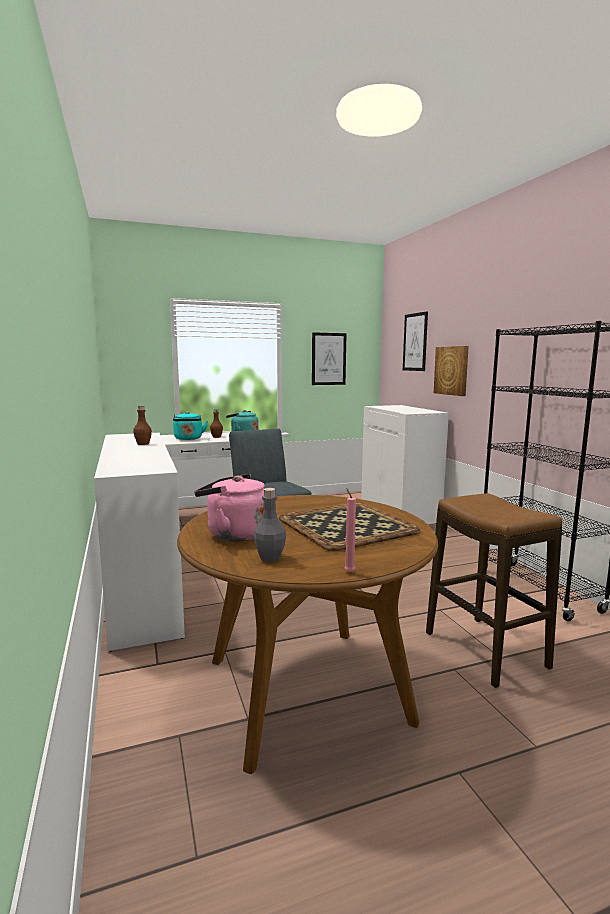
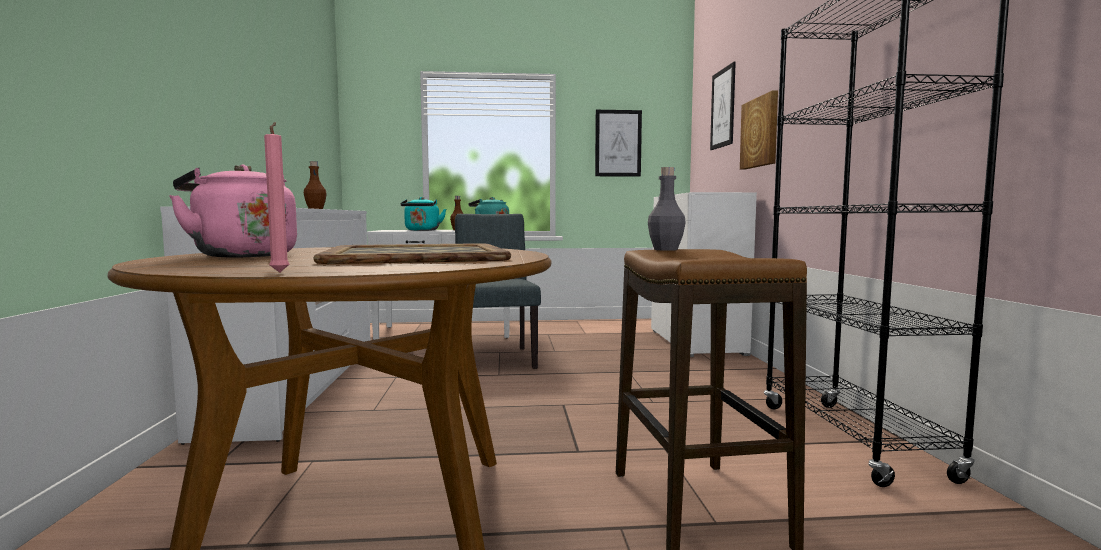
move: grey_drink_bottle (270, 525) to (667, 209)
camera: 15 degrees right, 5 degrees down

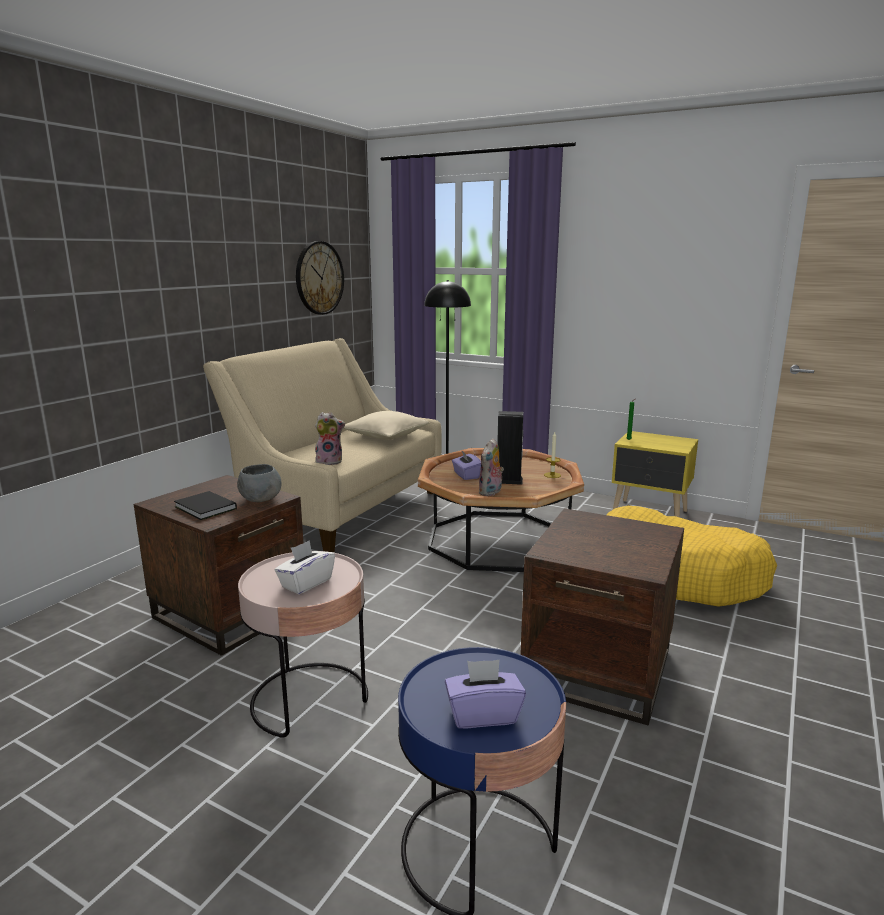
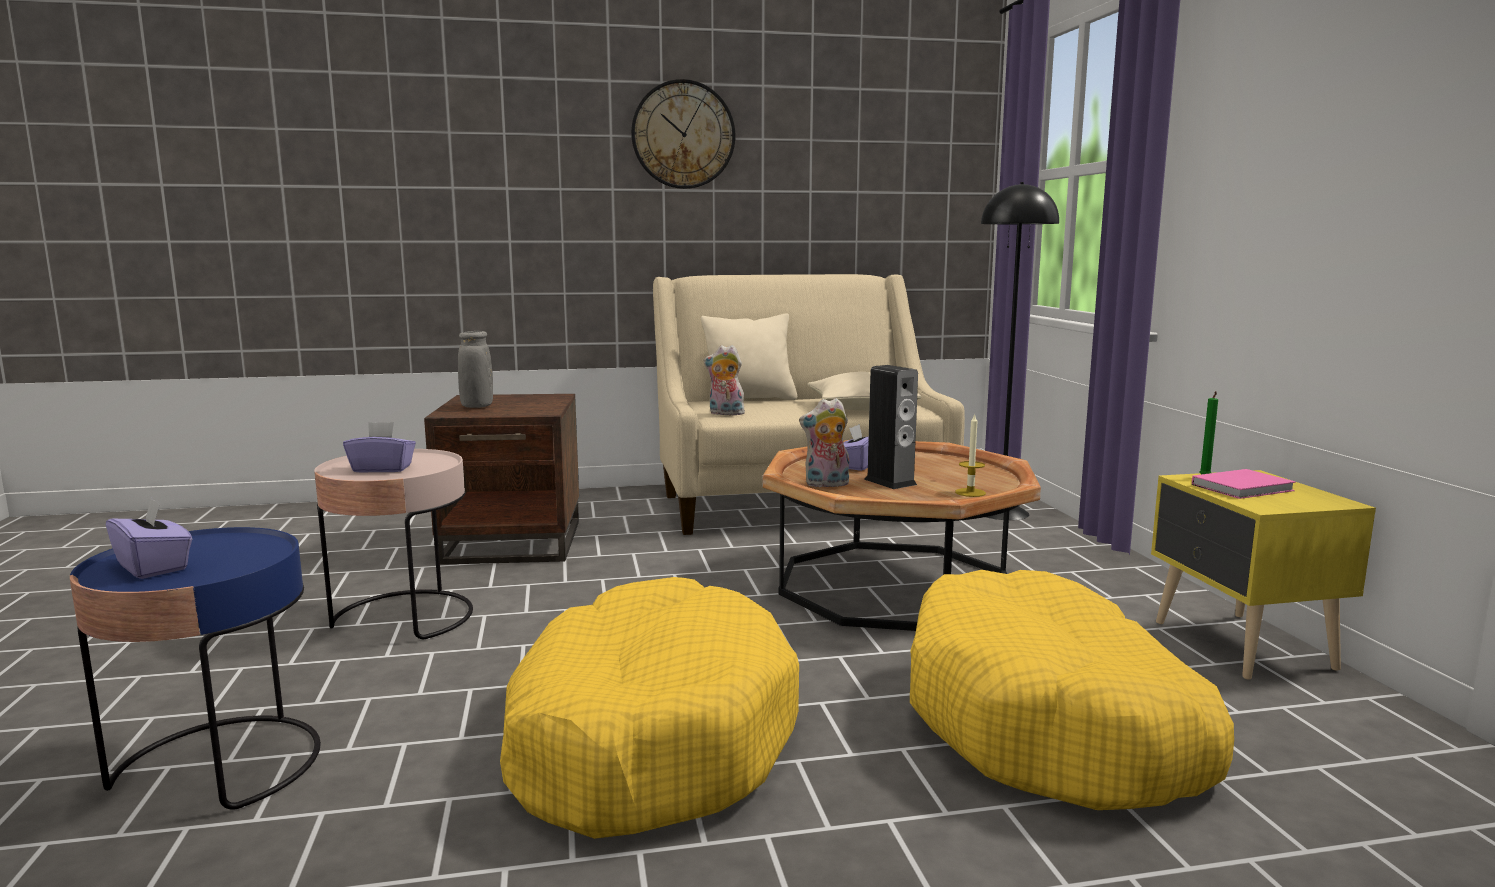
delete: grey_serving_bowl (259, 483)
insert: beige-coloured_pillow (749, 356); pink-coloured_volume (1244, 484)
move: wall_clock (320, 278) to (683, 134)
replace: blackish_volume (205, 505) to grey_vase (475, 369); brown-coloured_accent_table (602, 616) to yellow-coloured_dog_cushion (649, 708)
recolor: white-coloured_tissue_holder (305, 567) to purplish_tissue_holder (379, 447)
rotate: plush_toy (330, 438) = (725, 380) 150 degrees clockwise
camera: 50 degrees right, 5 degrees down

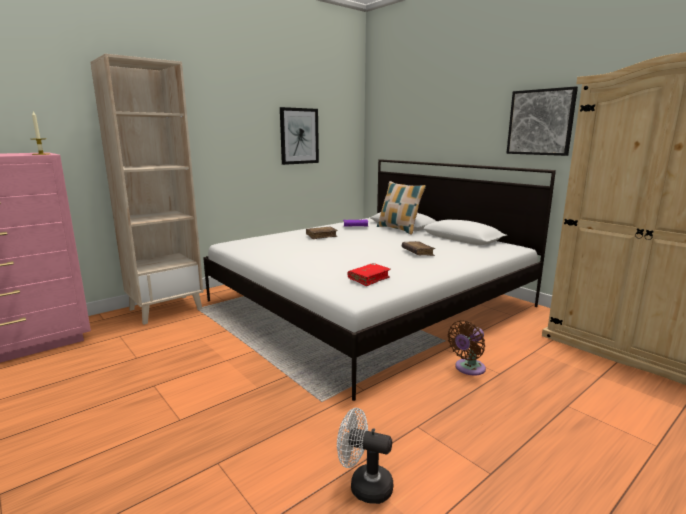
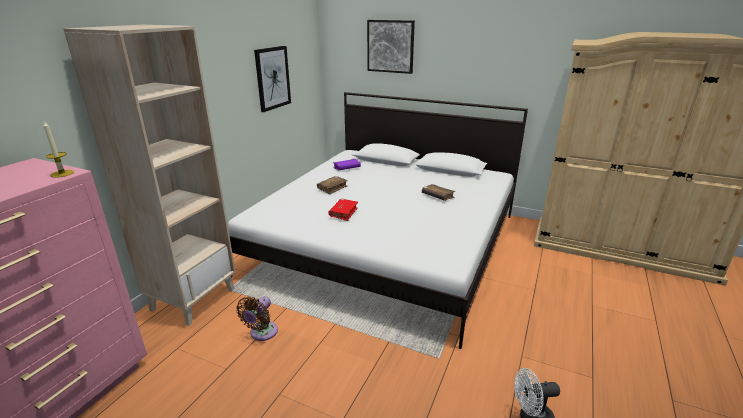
delete: pillow (401, 208)
move: red_volume (369, 274) to (343, 210); brown-coloured_cooling_fan (466, 348) to (257, 318); wall_picture (542, 121) to (391, 47)
camera: 25 degrees left, 10 degrees up

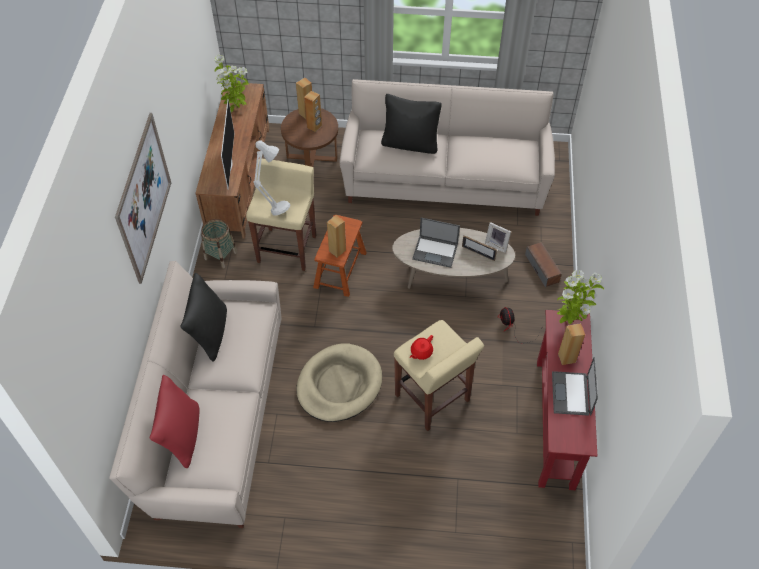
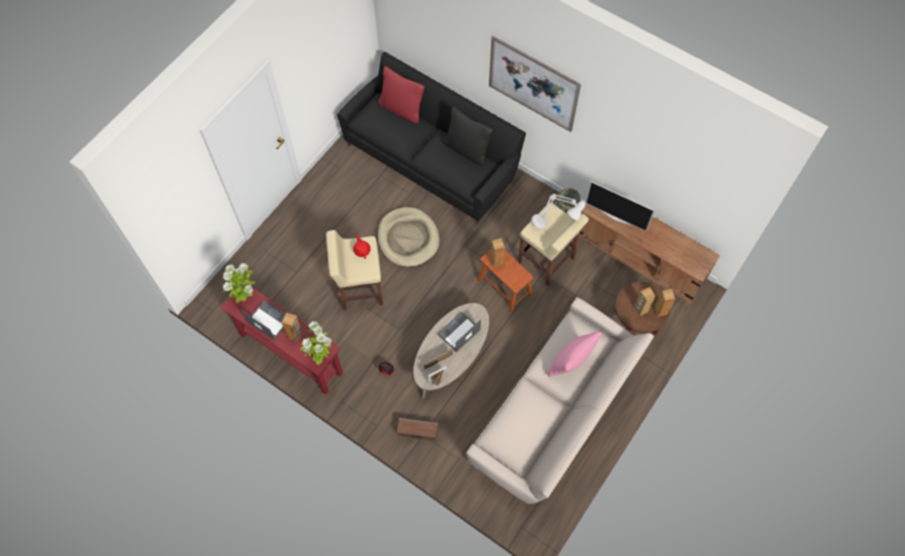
move: plant_in_a_pot (231, 84) to (239, 283)
recolor: beige-coloured_sofa (195, 394) to blackish_sofa (431, 138); blackish_pillow (411, 124) to pink-coloured_pillow (574, 354)
camera: 120 degrees right, 10 degrees up

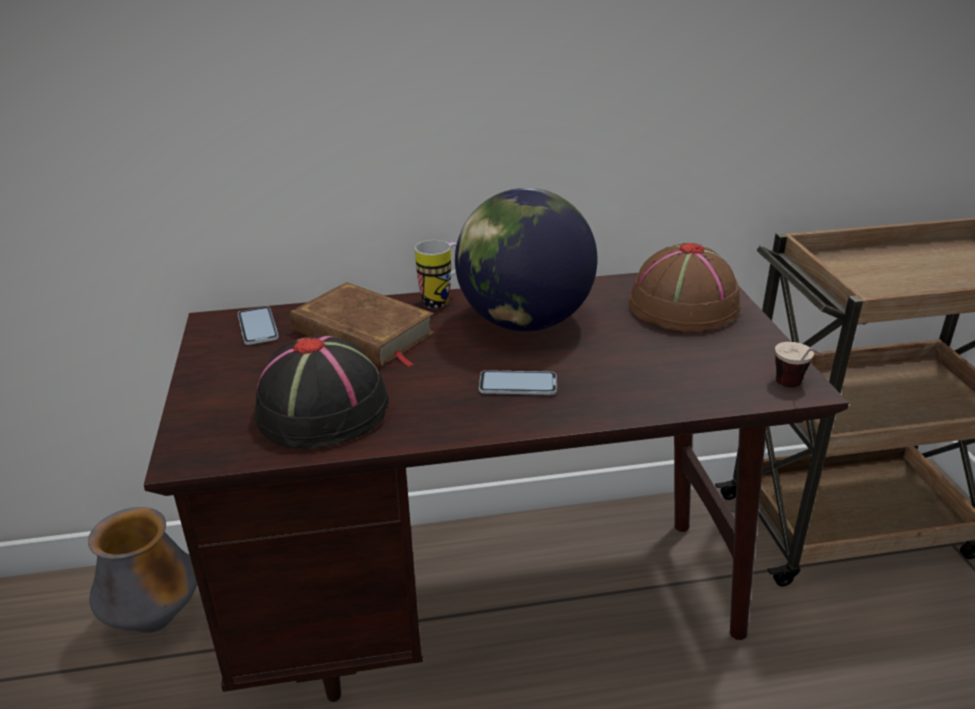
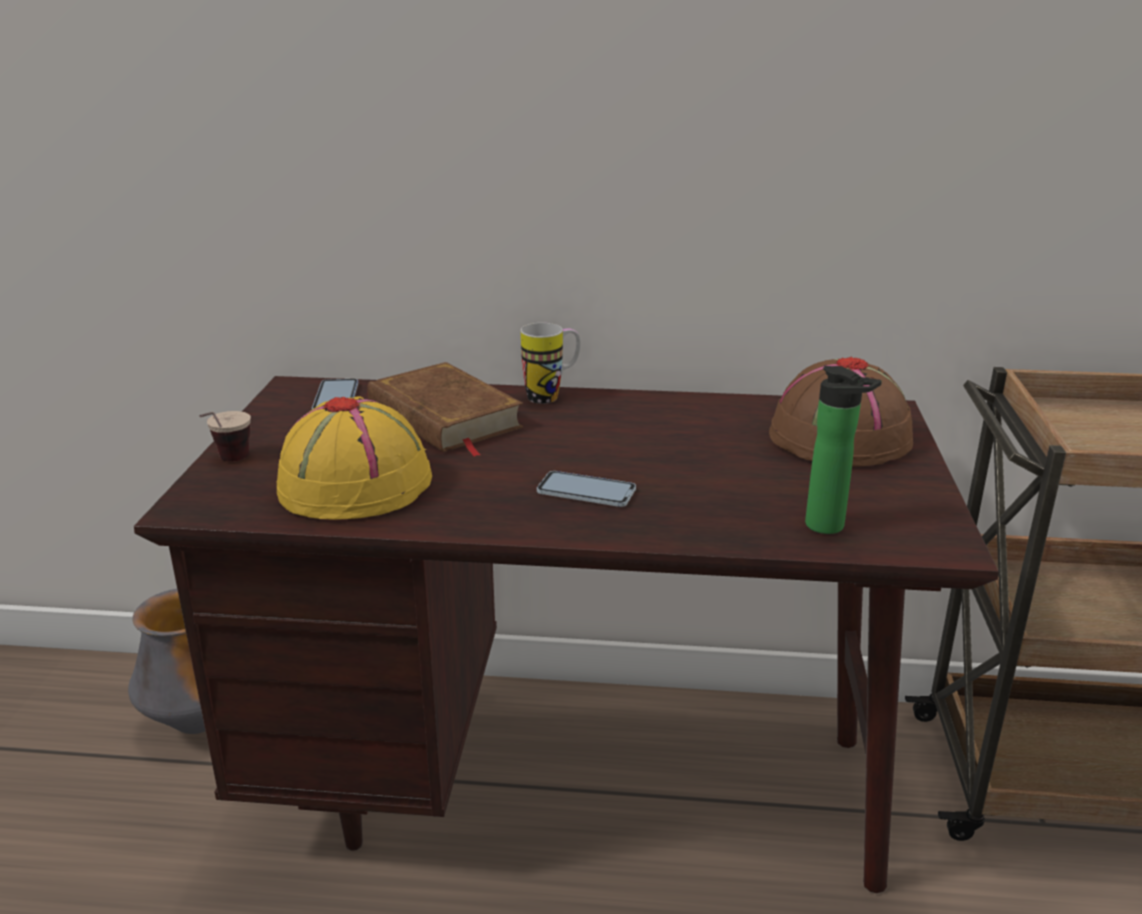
delete: globe (526, 259)
insert: drink_bottle (843, 450)
move: small_cup (799, 365) to (225, 436)
recolor: blackish_wearable_hat (322, 391) to yellow-coloured_wearable_hat (354, 458)
camera: 15 degrees right, 5 degrees down

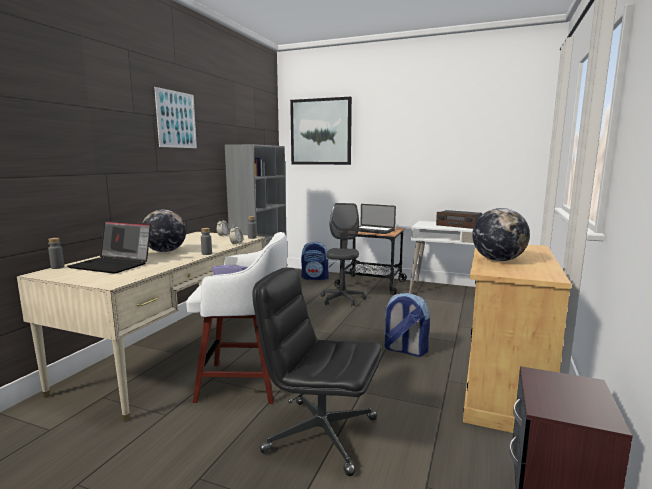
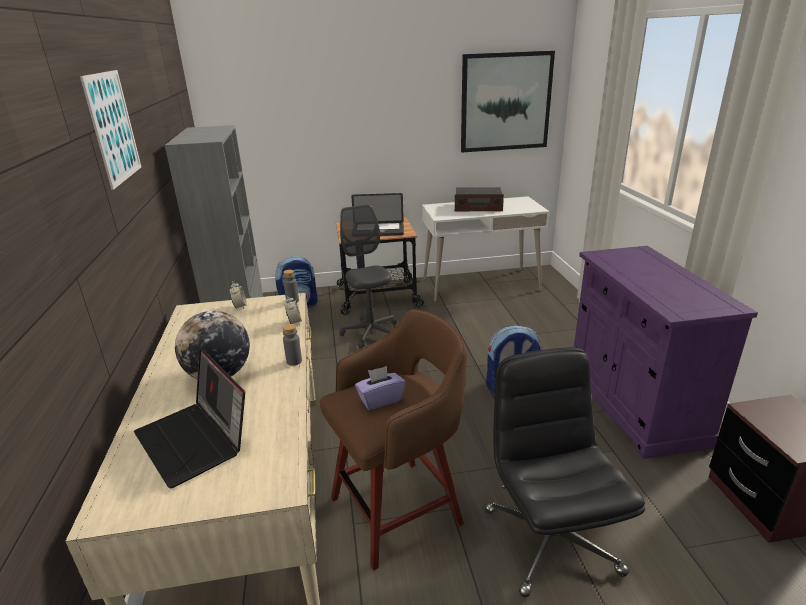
delete: grey_drink_bottle (56, 253); globe (501, 234)
move: wall_picture (321, 131) to (508, 101)
recolor: white-coloured_stool (236, 318) to brown-coloured_stool (393, 439); beige-coloured_cupboard (517, 339) to purplish_cupboard (666, 352)
rotate: portable_computer (109, 247) = (189, 418) 60 degrees clockwise; blackish_office_chair (317, 372) = (564, 472) 90 degrees clockwise
camera: 30 degrees left, 15 degrees up

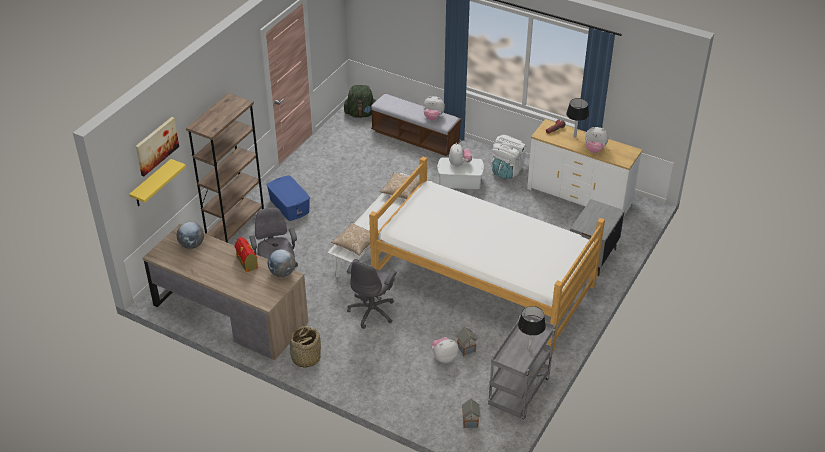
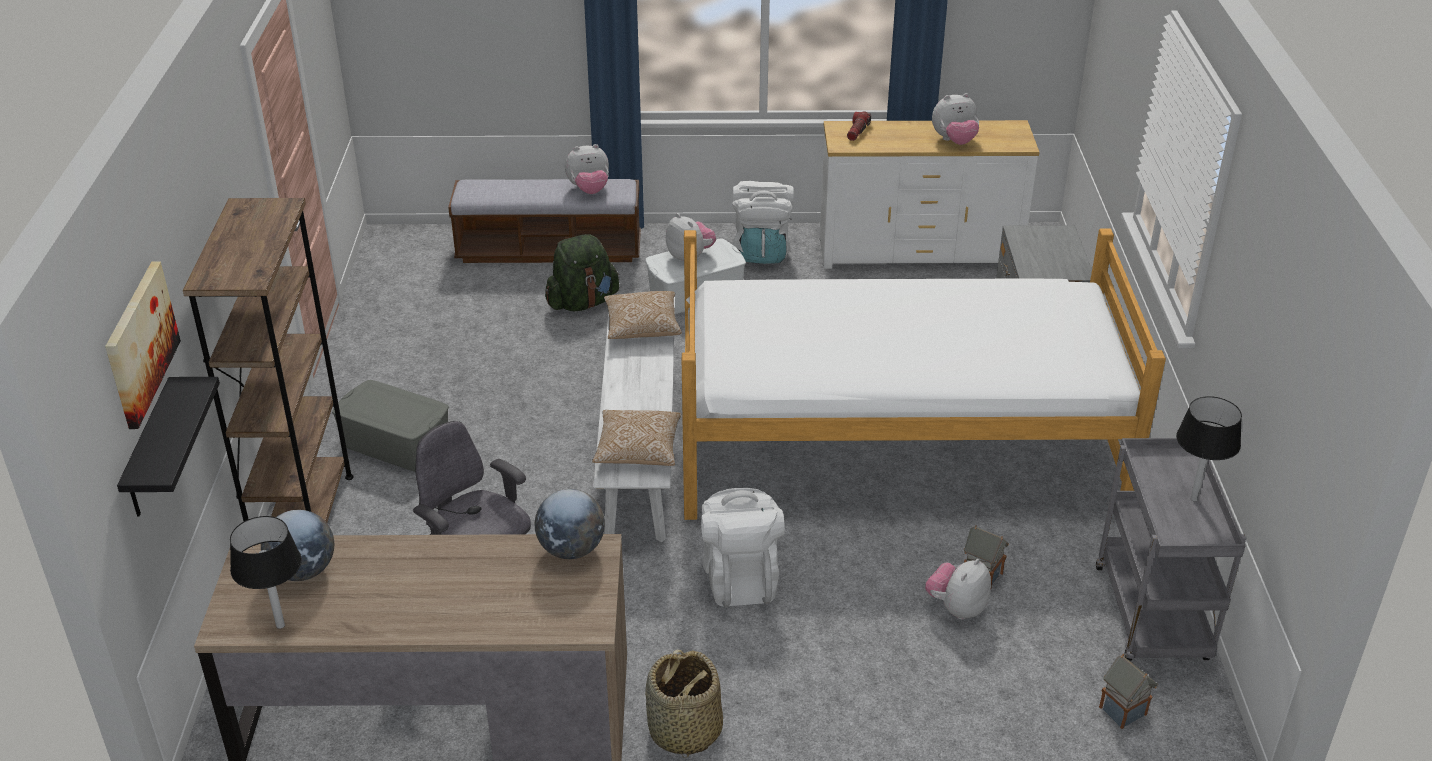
delete: toy_house (246, 254)
move: green-coloured_knapsack (360, 101) to (582, 272); blackish_tabletop_lamp (577, 117) to (266, 572)
replace: grey_office_chair (372, 294) to white-coloured_knapsack (743, 548)
recolor: yellow-coloured_shelf (157, 182) to blackish_shelf (168, 447); bluish_storage_container (288, 198) to grey_storage_container (390, 426)
camera: 30 degrees left, 5 degrees down

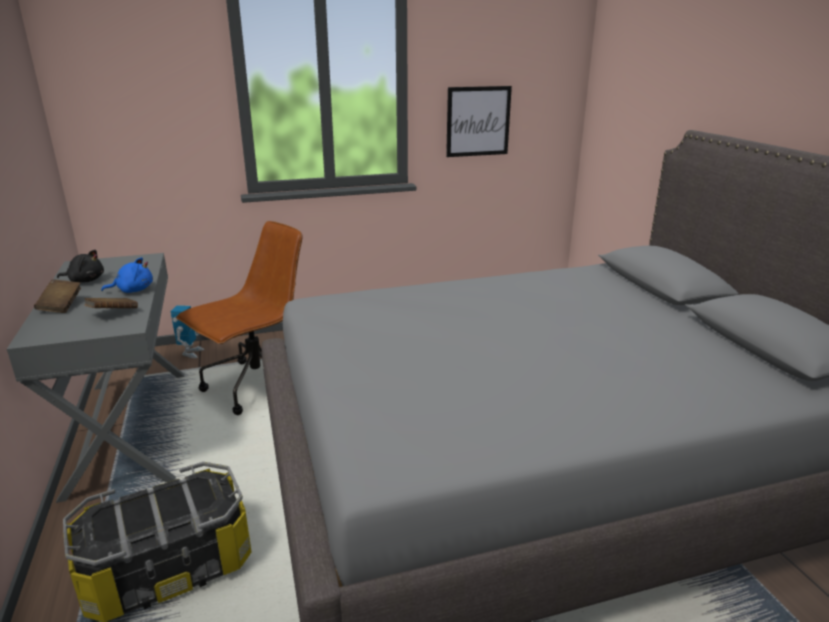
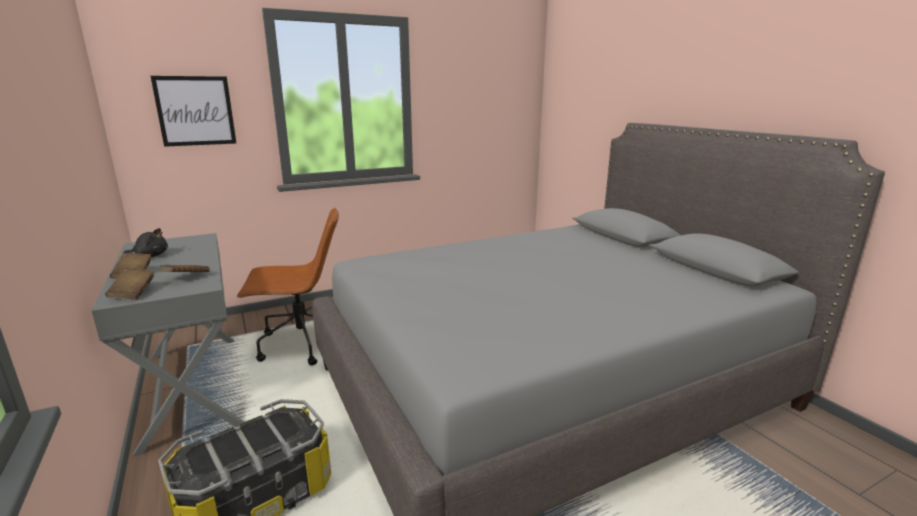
delete: bluish_plush_toy (127, 275); robot_figure (187, 331)
insert: brown-coloured_volume (129, 284)
move: wall_picture (479, 121) to (193, 111)
rotate: brown-coloured_office_chair (239, 318) = (288, 287) 45 degrees clockwise
camera: 10 degrees left, 5 degrees down

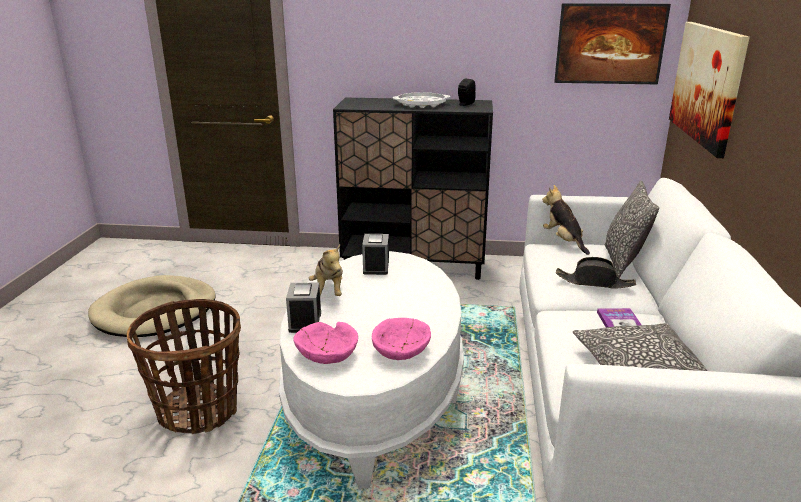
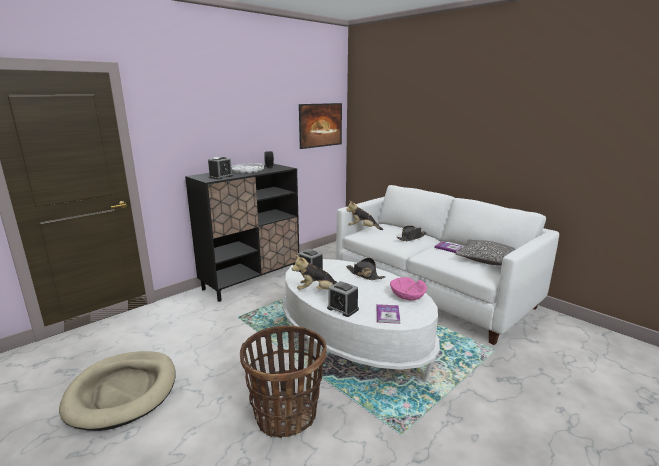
delete: pillow (632, 229); wall_picture (709, 90)
insert: bedside_clock (220, 168); blackish_wearable_hat (366, 269)
replace: pink-coloured_serving_bowl (325, 343) to volume (388, 314)
rotate: plush_toy (326, 270) = (314, 272) 150 degrees clockwise
camera: 50 degrees left, 5 degrees down

